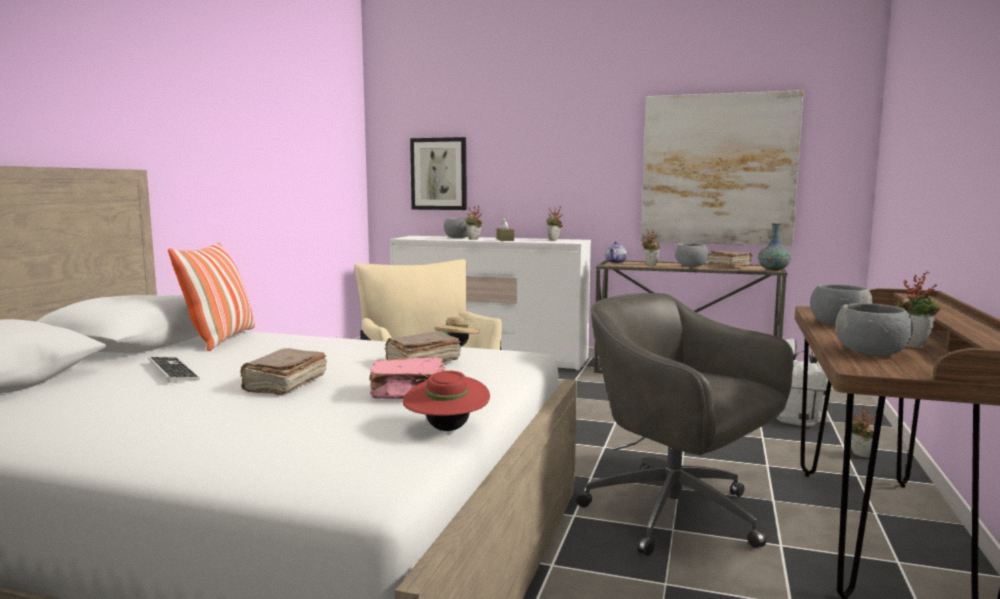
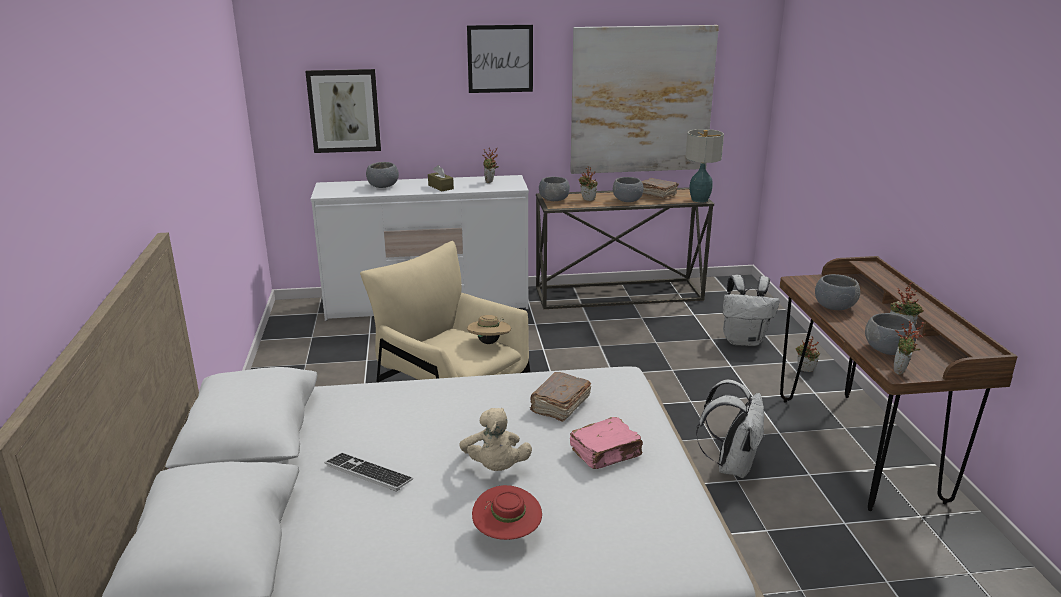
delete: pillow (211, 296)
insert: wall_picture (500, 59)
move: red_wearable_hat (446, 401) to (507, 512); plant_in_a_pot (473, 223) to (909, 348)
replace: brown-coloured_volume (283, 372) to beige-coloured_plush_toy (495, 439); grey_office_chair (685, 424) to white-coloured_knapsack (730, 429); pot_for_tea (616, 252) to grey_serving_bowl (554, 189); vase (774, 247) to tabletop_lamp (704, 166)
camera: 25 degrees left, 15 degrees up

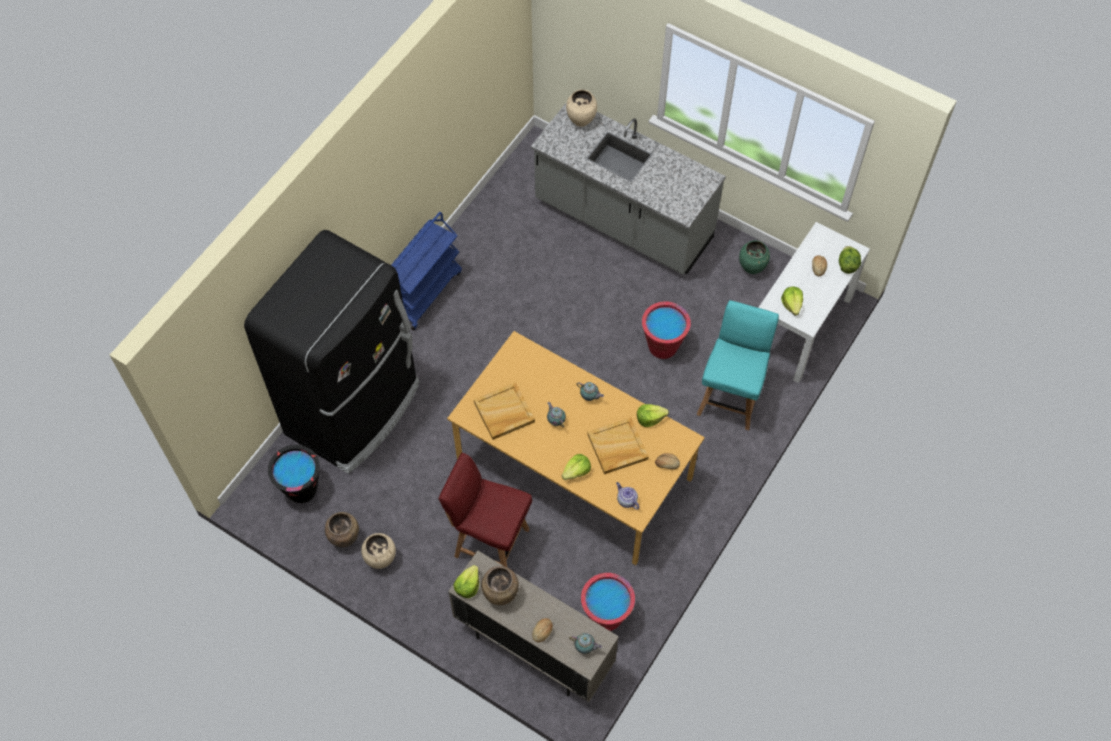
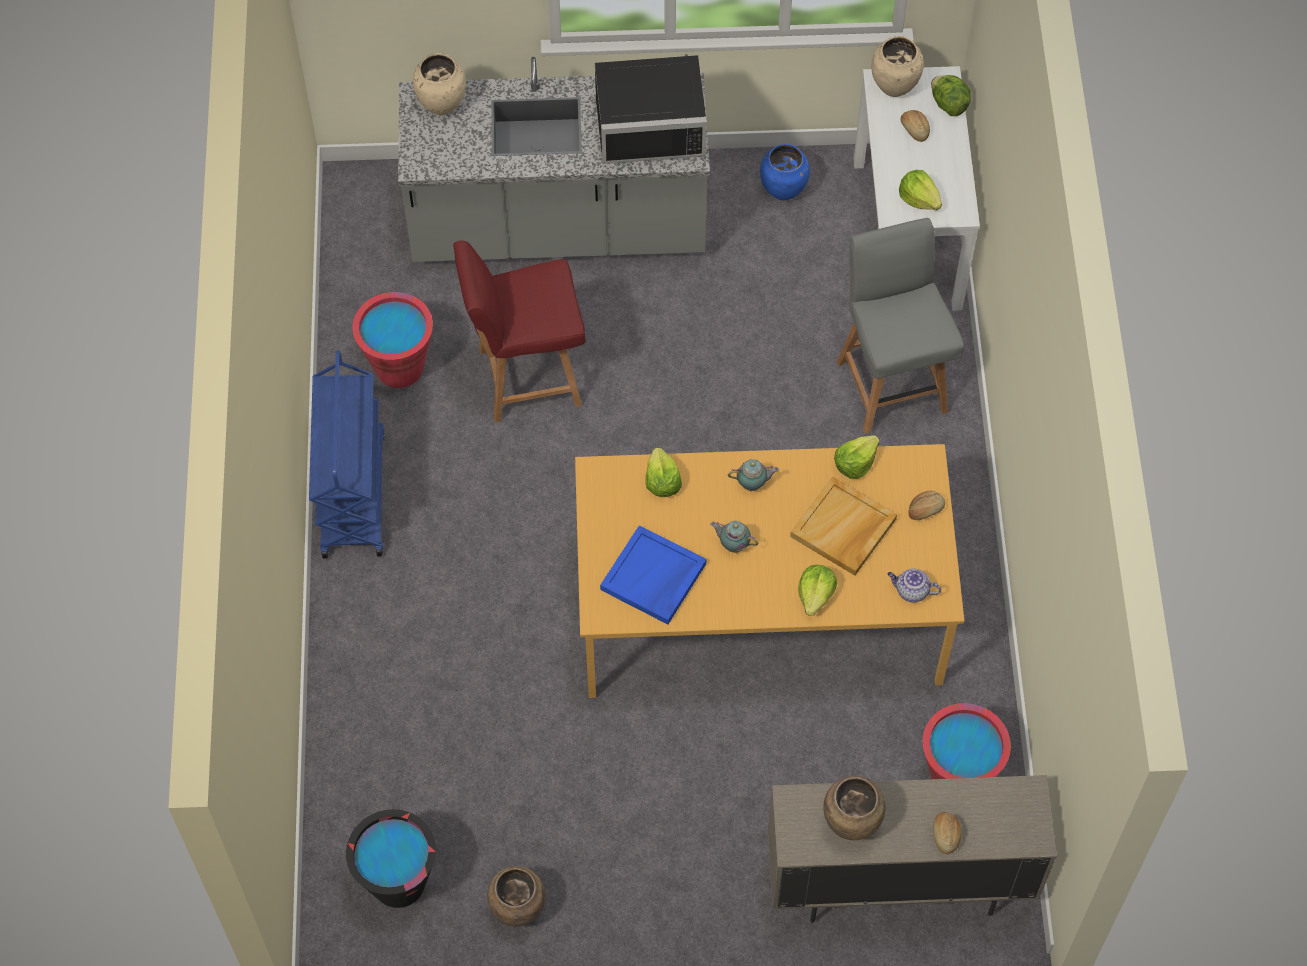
delete: blackish_refrigerator (331, 352); pot_for_tea (585, 643)
insert: blackish_kitchen_microwave (651, 109)
move: beige-coloured_vase (378, 551) to (897, 66); red_upright_chair (485, 510) to (519, 331); head_of_lettuce (466, 581) to (663, 472); red_water_bucket (666, 330) to (392, 340)
recolor: beige-coloured_carrying_tray (504, 411) to bluish_carrying_tray (653, 574); turquoise-coloured_upright_chair (738, 365) to grey_upright_chair (900, 326); green-coloured_vase (754, 257) to bluish_vase (785, 172)
camera: 35 degrees left, 0 degrees up

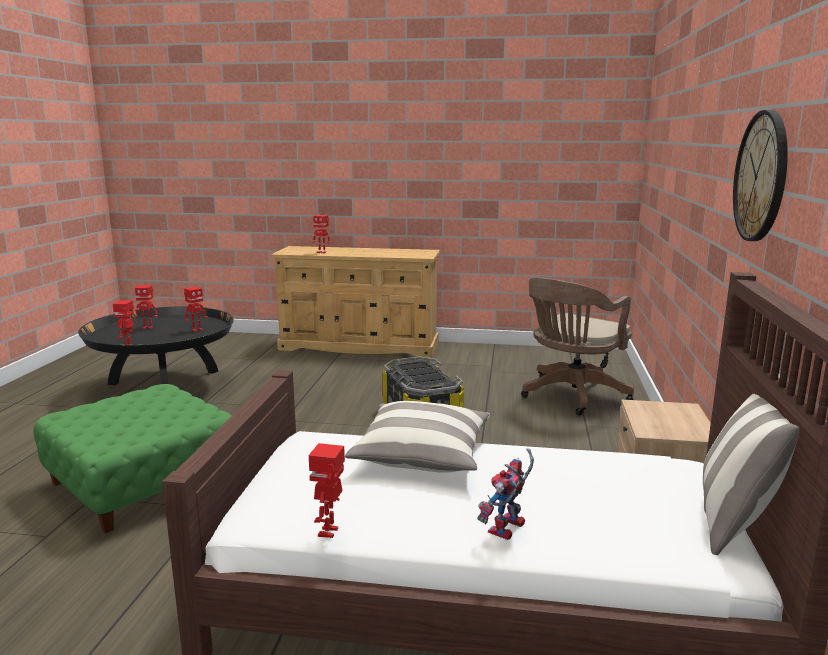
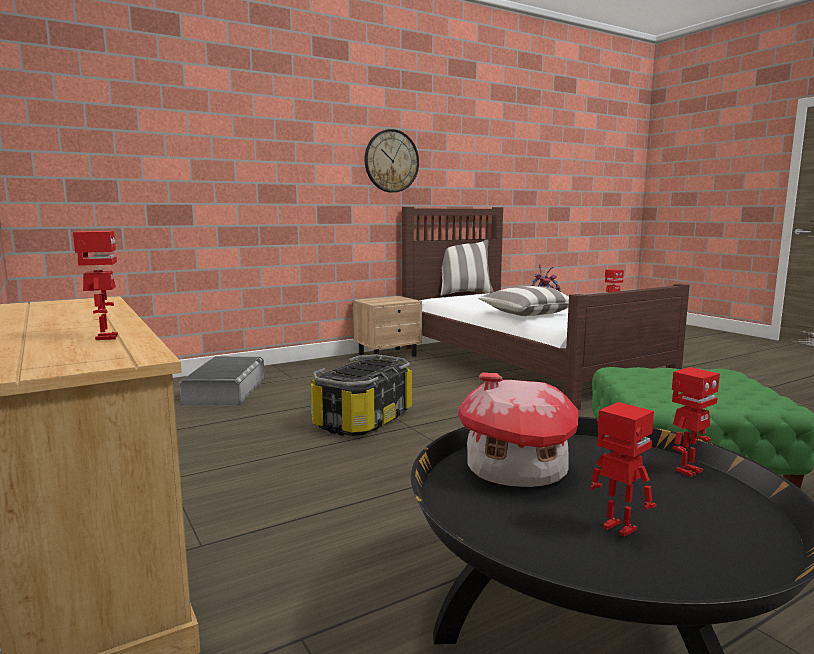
replace: robot_figure (196, 309) to toy_house (518, 429); brown-coloured_office_chair (577, 347) to grey_storage_container (222, 380)
camera: 130 degrees left, 5 degrees down

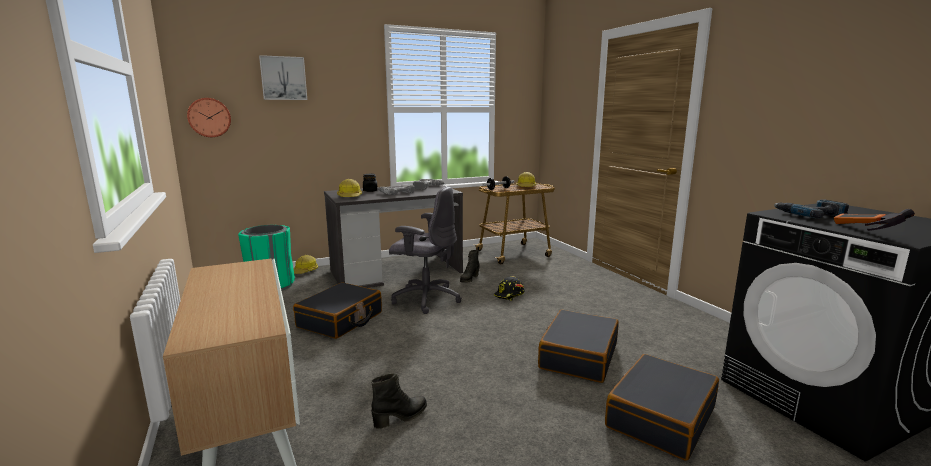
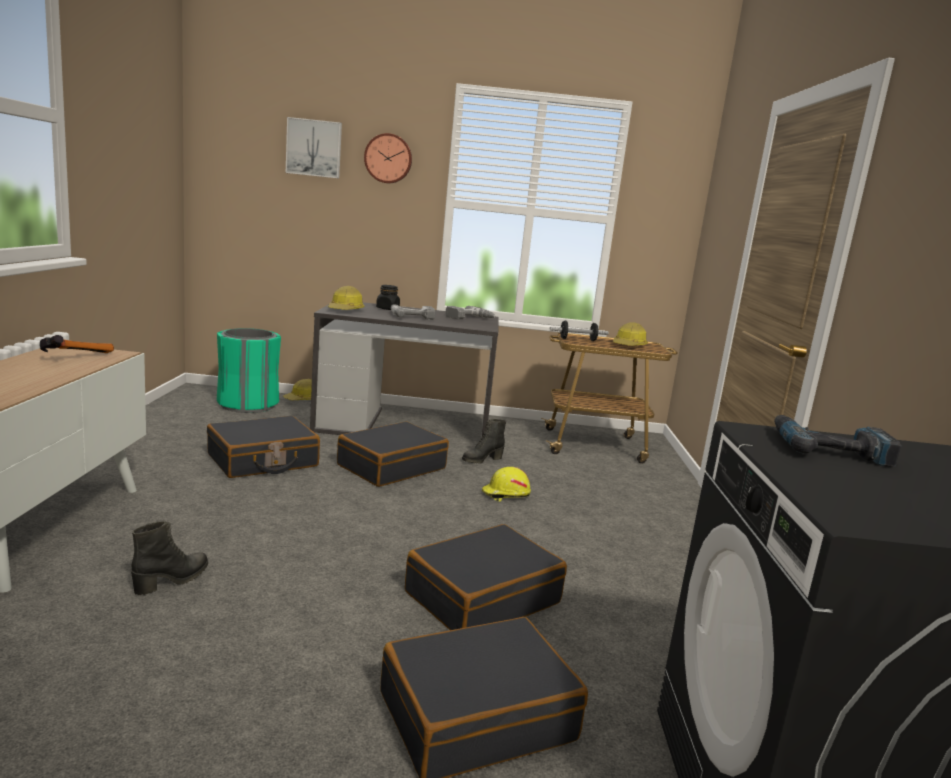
move: wall_clock (209, 117) to (388, 158); hand_hammer (874, 220) to (77, 344)
replace: grey_office_chair (425, 250) to blackish_piece_of_luggage (393, 454)
recolor: blackish_hard_hat (509, 288) to yellow-coloured_hard_hat (506, 484)
rotate: blackish_high-top_boot (399, 401) = (169, 558) 45 degrees counterclockwise
camera: 25 degrees right, 0 degrees up

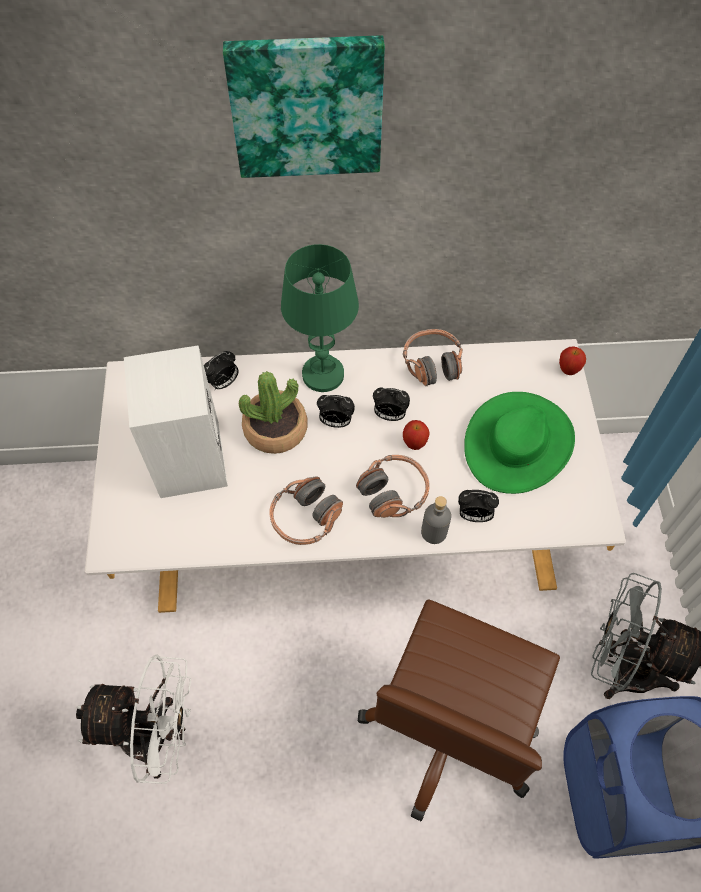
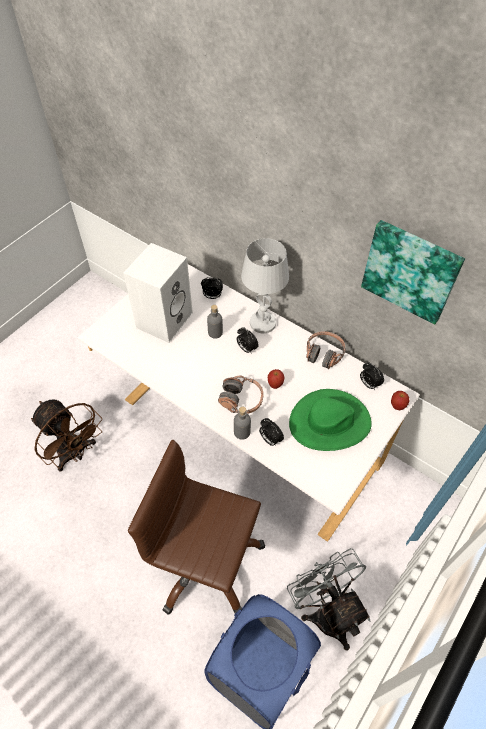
delete: pair_of_headphones (306, 510)
move: wall_picture (304, 106) to (413, 272); bedside_clock (391, 404) to (372, 376)
replace: plant_in_a_pot (273, 412) to grey_drink_bottle (215, 322)
recolor: white-coloured_cooling_fan (133, 719) to brown-coloured_cooling_fan (66, 435); green-coloured_tabletop_lamp (320, 318) to white-coloured_tabletop_lamp (265, 285)
rotate: brown-coloured_office_chair (459, 710) = (196, 527) 45 degrees clockwise
camera: 40 degrees right, 5 degrees down

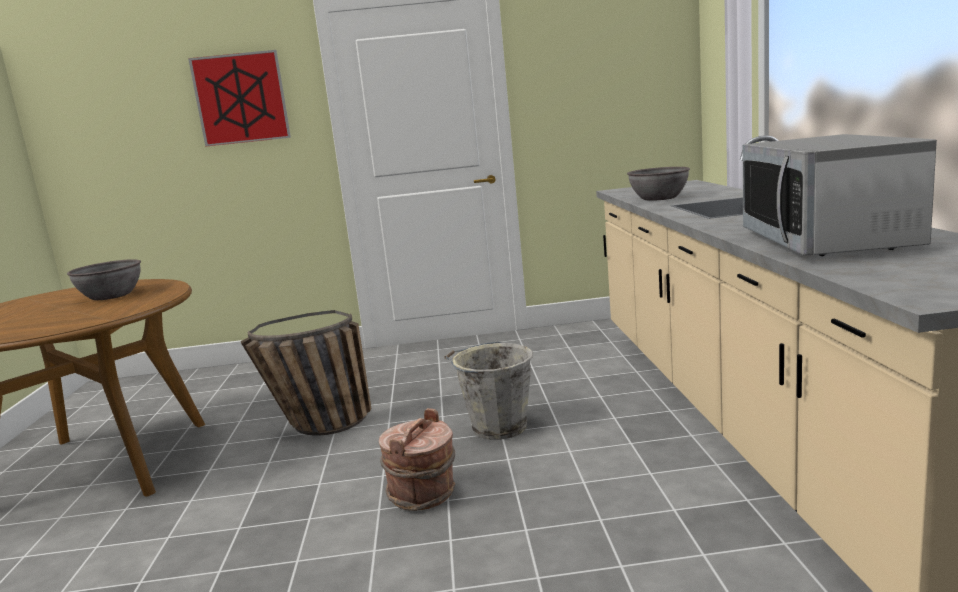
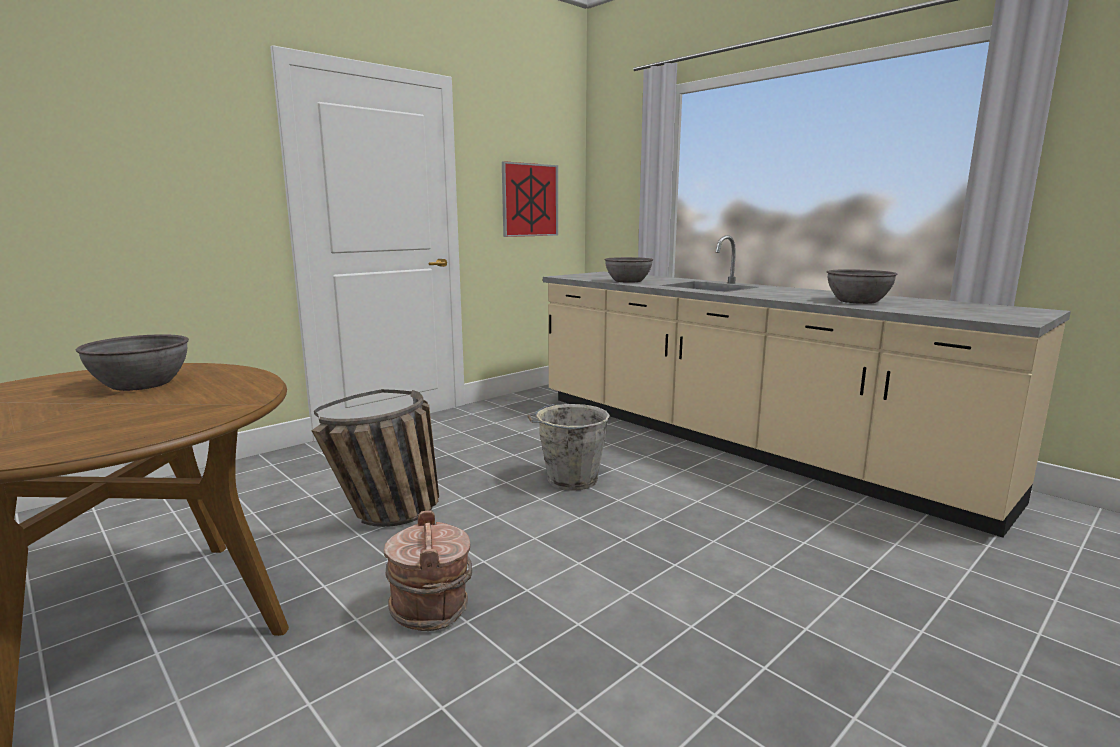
move: wall_picture (239, 98) to (530, 199); brown-coloured_water_bucket (417, 459) to (428, 571)
replace: kitchen_microwave (840, 195) to grey_serving_bowl (862, 286)
camera: 40 degrees left, 0 degrees up

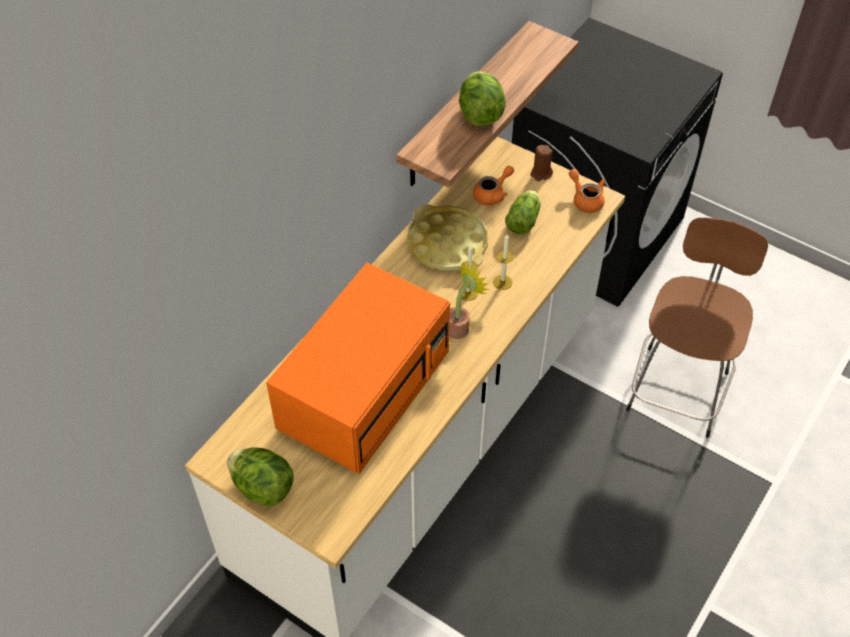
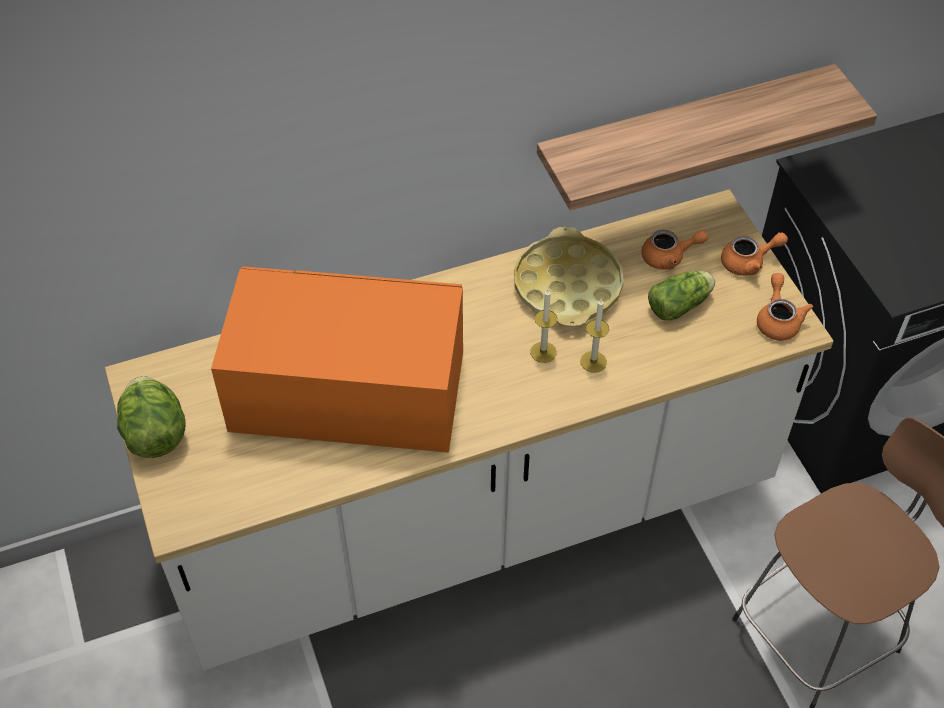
delete: plant_in_a_pot (469, 300); head_of_lettuce (482, 98)
replace: brown-coloured_wax_candle (542, 163) to orange_pot_for_tea (754, 254)
rotate: orange_kitchen_microwave (358, 368) = (337, 359) 150 degrees counterclockwise
camera: 35 degrees right, 0 degrees up

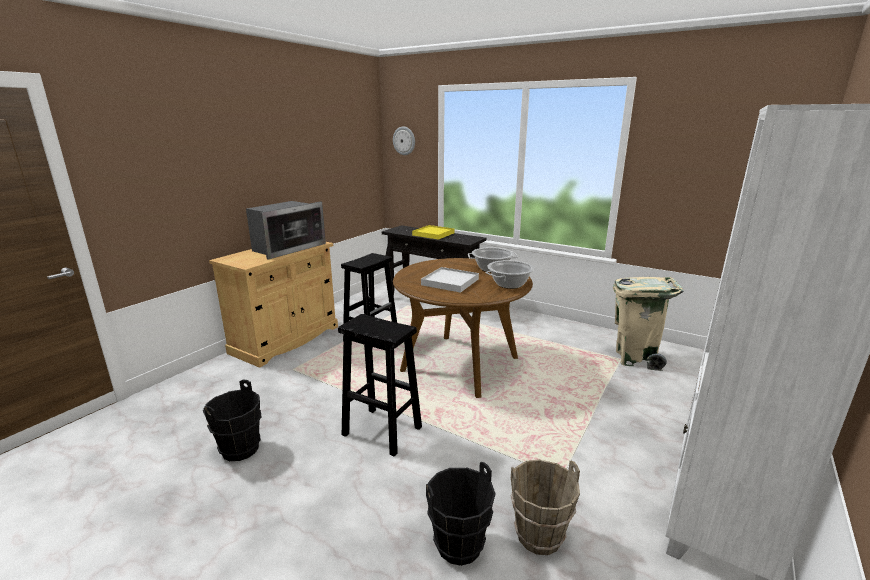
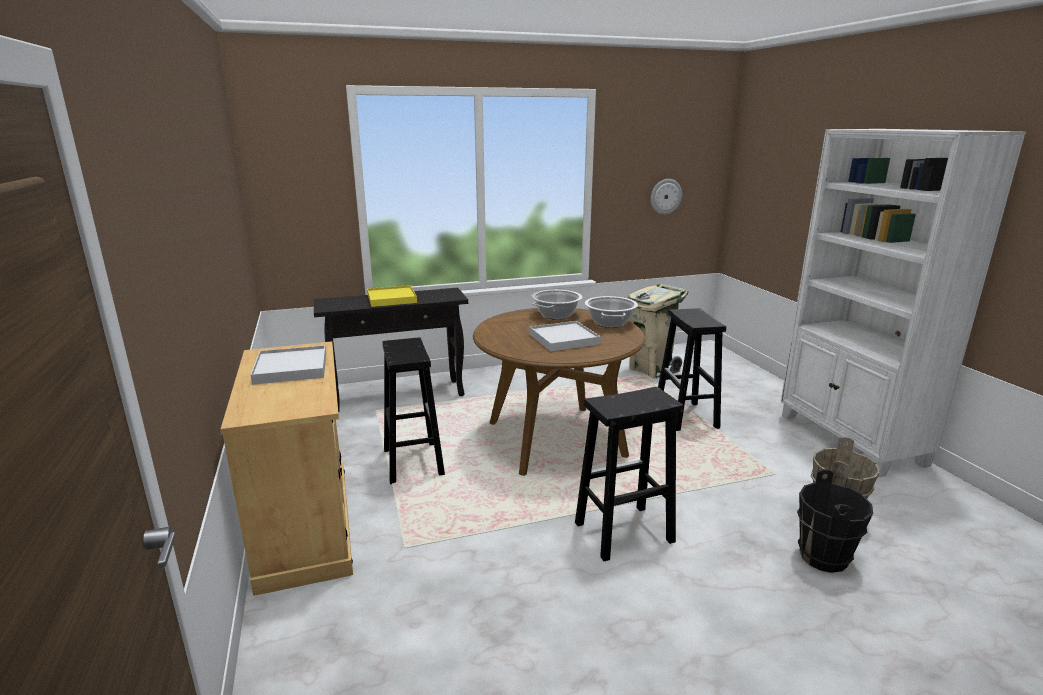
delete: blackish_water_bucket (232, 420)
insert: blackish_stool (692, 369)
move: wall_clock (404, 141) to (666, 197)
replace: kitchen_microwave (286, 230) to white-coloured_carrying_tray (288, 365)
camera: 50 degrees left, 0 degrees up

